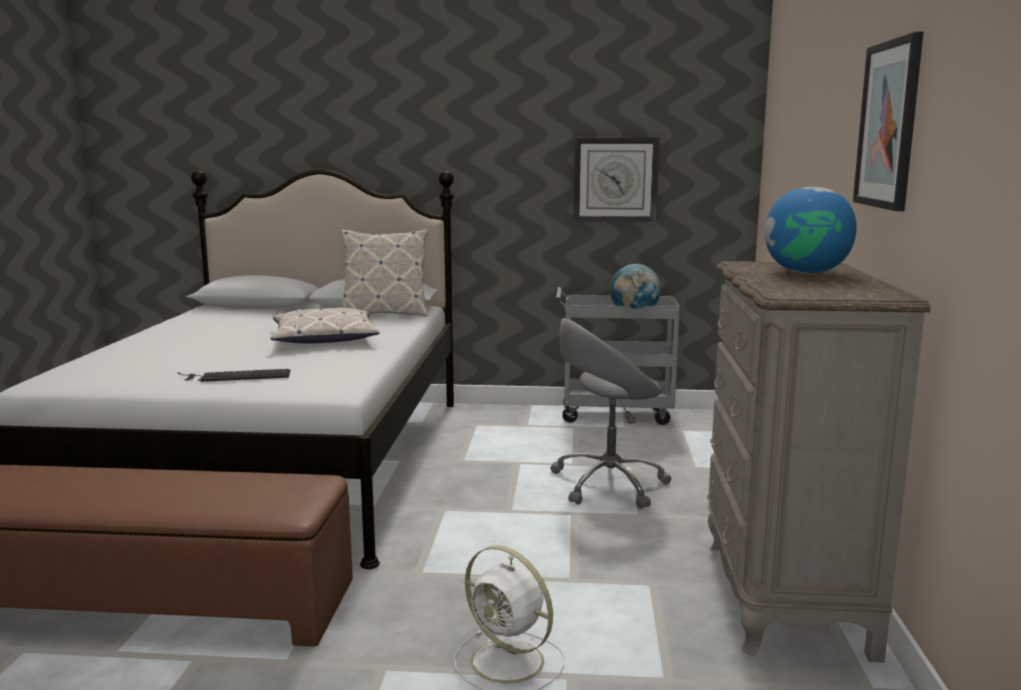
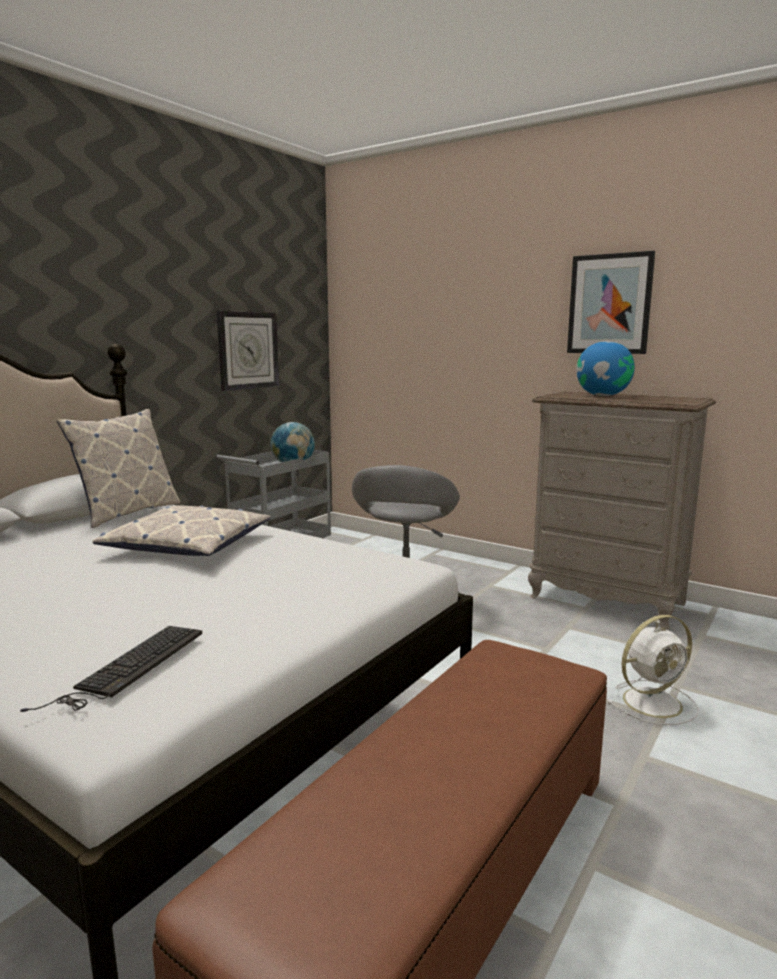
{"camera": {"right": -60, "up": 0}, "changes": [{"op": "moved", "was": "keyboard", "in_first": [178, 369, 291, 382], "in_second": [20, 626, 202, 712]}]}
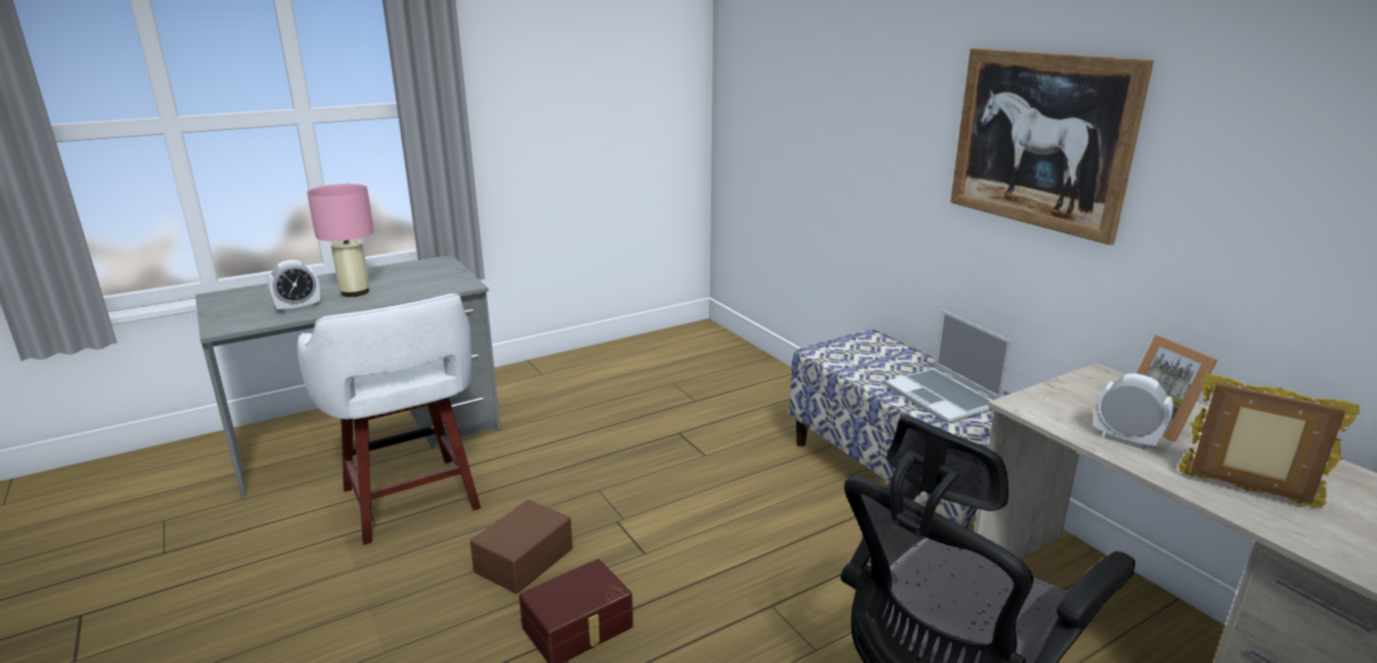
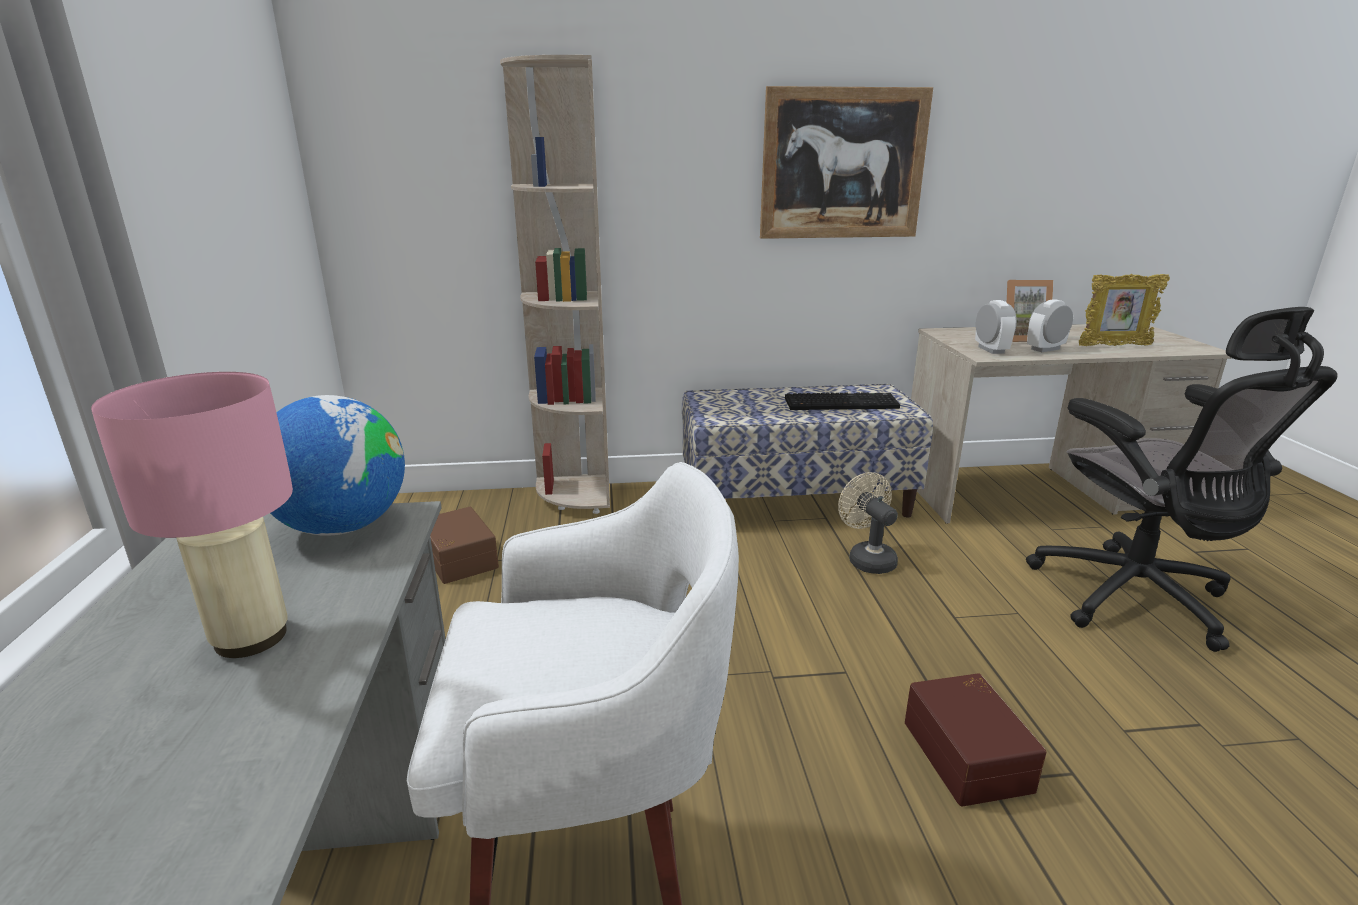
{"camera": {"right": -65, "up": 0}, "changes": [{"op": "added", "now": "world globe", "in_second": [270, 395, 405, 536]}, {"op": "moved", "was": "storage container (brown)", "in_first": [470, 500, 573, 594], "in_second": [430, 507, 499, 584]}, {"op": "added", "now": "bookcase (sand-coloured)", "in_second": [500, 55, 610, 514]}, {"op": "replaced", "was": "notebook computer", "now": "keyboard", "in_first": [885, 310, 1012, 423], "in_second": [785, 392, 900, 410]}, {"op": "added", "now": "cooling fan (sand-coloured)", "in_second": [838, 472, 898, 574]}, {"op": "moved", "was": "alarm clock", "in_first": [267, 260, 320, 313], "in_second": [975, 300, 1017, 354]}, {"op": "turned", "was": "picture frame", "in_first": [1179, 374, 1360, 508], "in_second": [1079, 274, 1170, 346], "clockwise": -150}]}
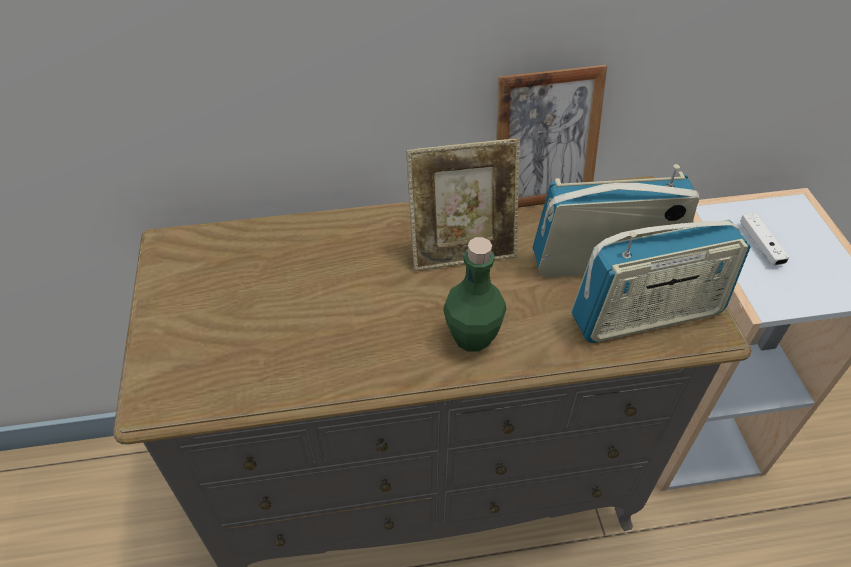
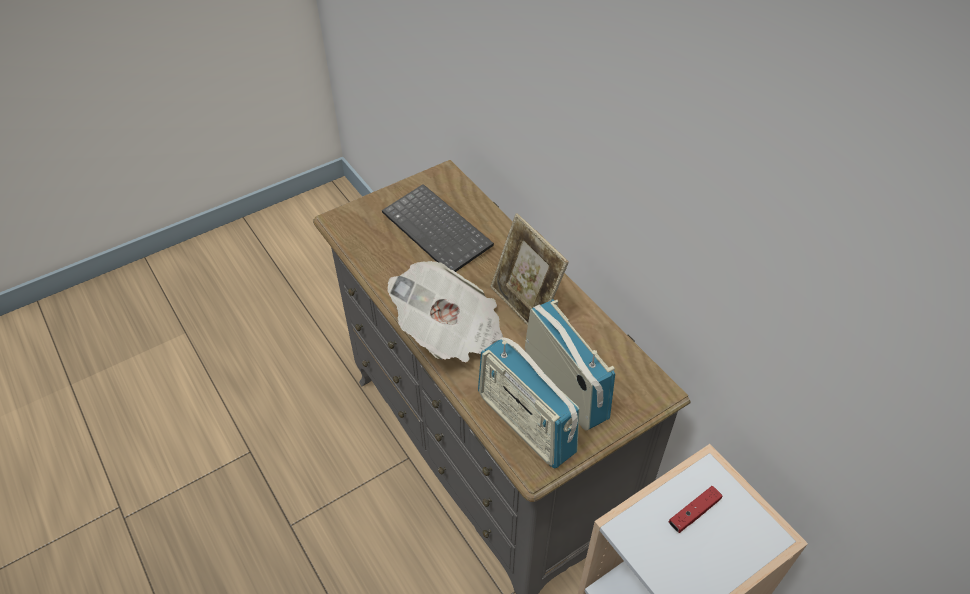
{"camera": {"right": 65, "up": 0}, "changes": [{"op": "added", "now": "keyboard", "in_second": [382, 184, 494, 272]}, {"op": "replaced", "was": "bottle (greenish)", "now": "newspaper", "in_first": [443, 237, 506, 352], "in_second": [387, 261, 503, 362]}, {"op": "recoloured", "was": "joypad (white)", "now": "joypad (reddish)", "in_first": [740, 213, 789, 265], "in_second": [669, 486, 722, 533]}, {"op": "removed", "was": "picture frame", "in_first": [496, 65, 607, 208]}]}
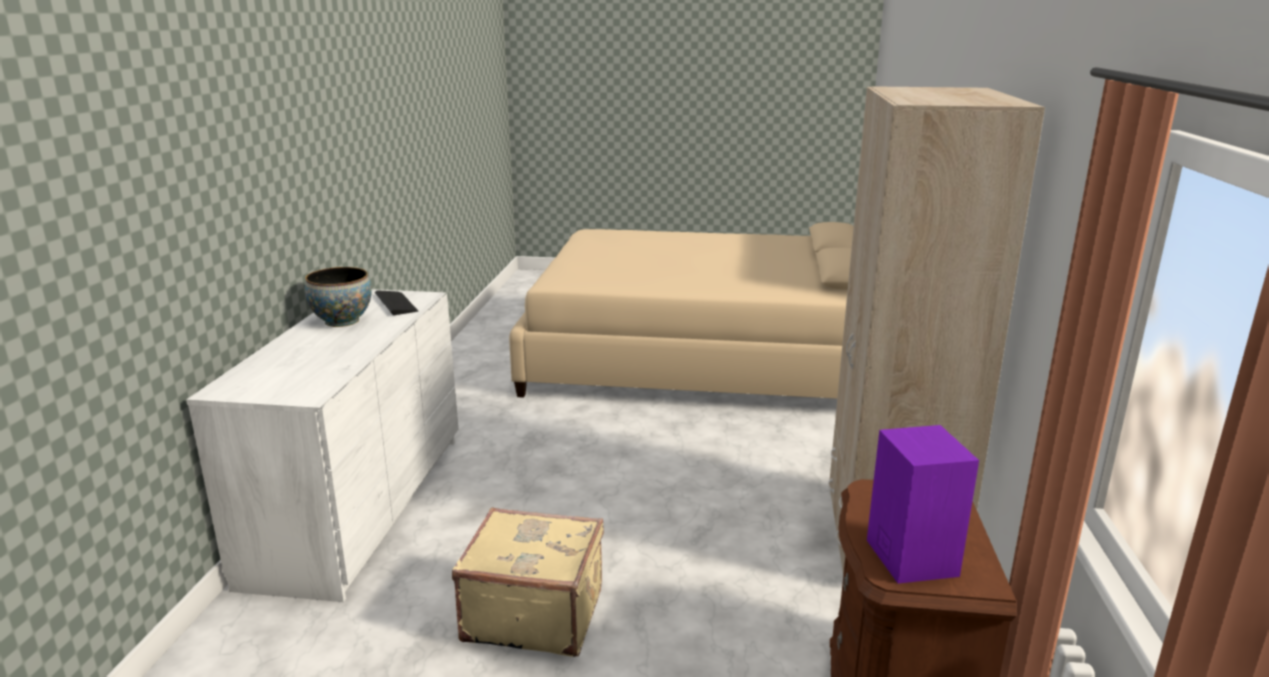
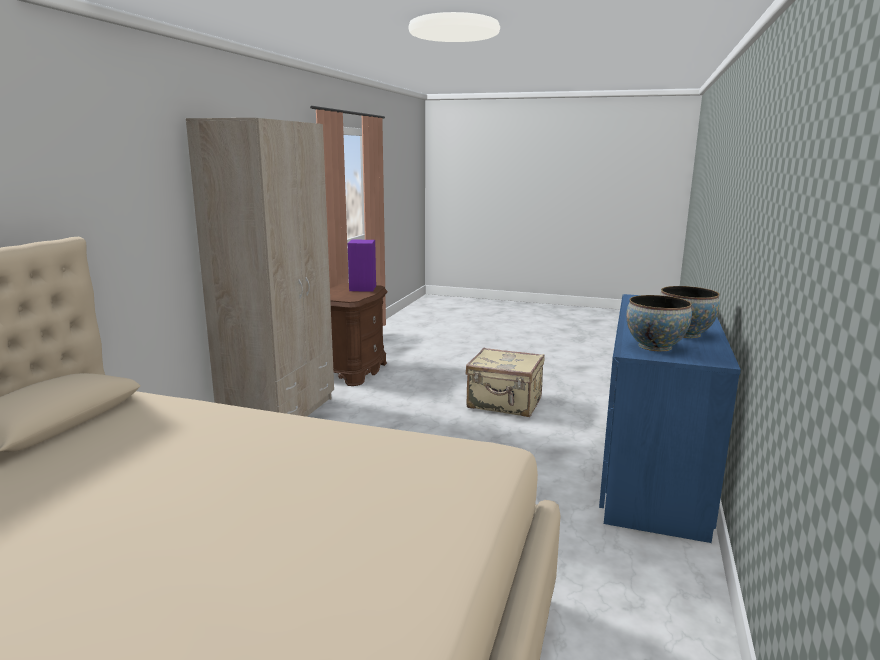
{"camera": {"right": -170, "up": -5}, "changes": [{"op": "recoloured", "was": "chest of drawers (white)", "now": "chest of drawers (bluish)", "in_first": [186, 289, 458, 602], "in_second": [599, 294, 741, 543]}, {"op": "replaced", "was": "keyboard", "now": "bowl", "in_first": [375, 290, 418, 315], "in_second": [626, 295, 692, 351]}]}
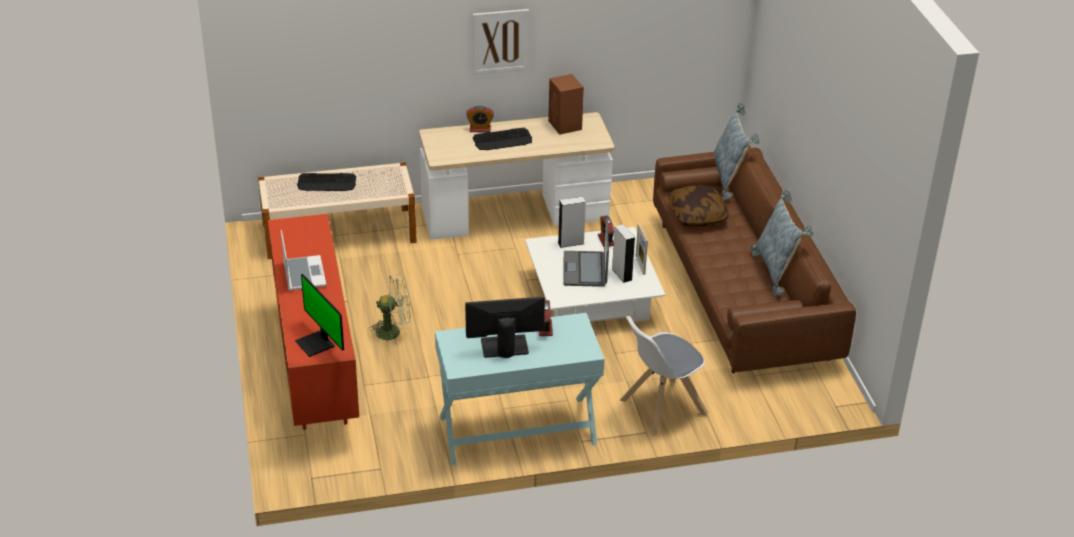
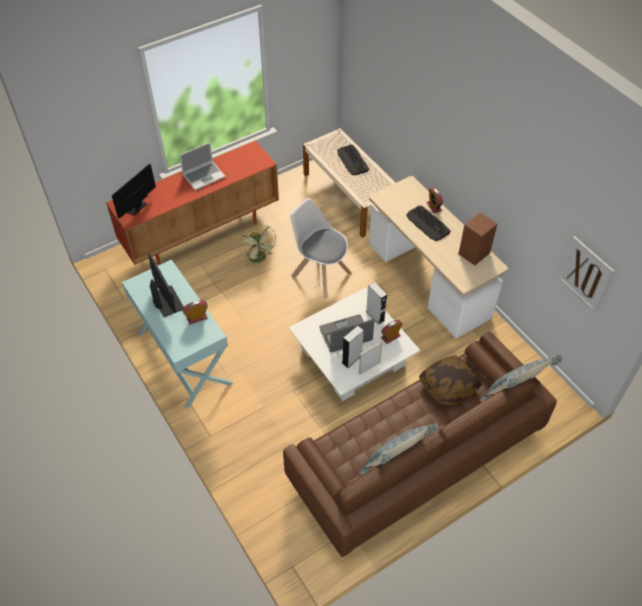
{"camera": {"right": 70, "up": 15}, "changes": [{"op": "moved", "was": "plain chair", "in_first": [620, 316, 708, 436], "in_second": [290, 198, 352, 298]}, {"op": "moved", "was": "picture", "in_first": [473, 9, 529, 75], "in_second": [557, 236, 614, 313]}]}
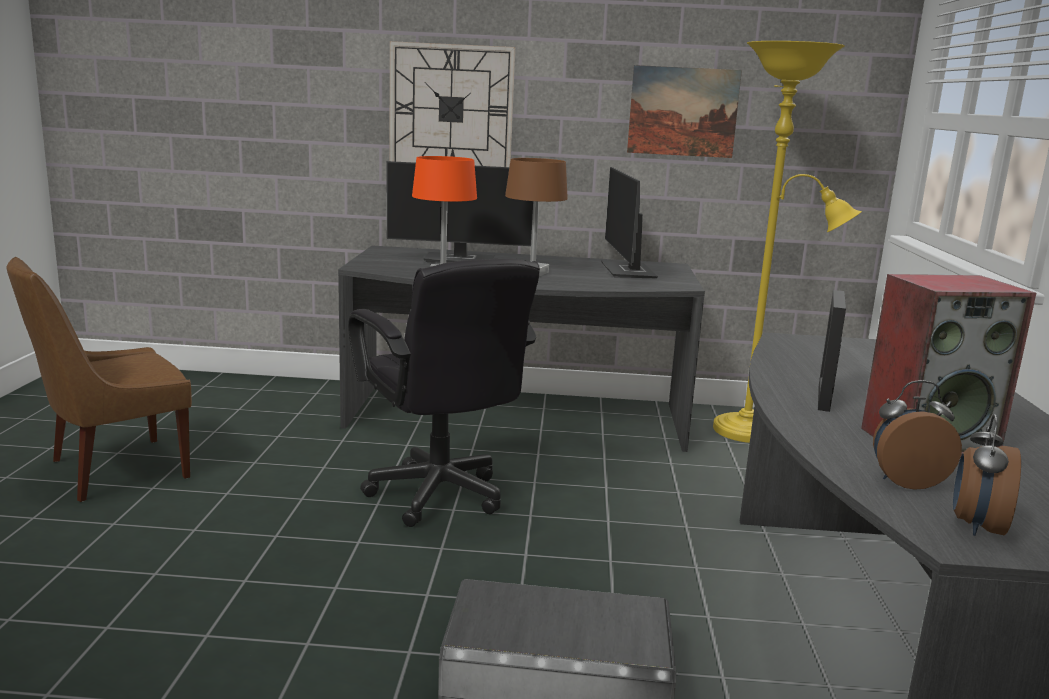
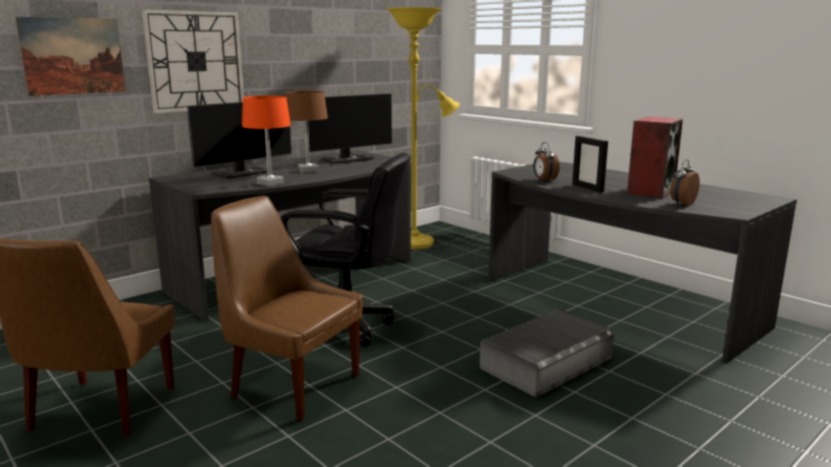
{"camera": {"right": -45, "up": 0}, "changes": [{"op": "moved", "was": "picture", "in_first": [627, 65, 742, 158], "in_second": [15, 17, 126, 96]}, {"op": "added", "now": "plain chair (brown)", "in_second": [211, 196, 363, 421]}, {"op": "turned", "was": "computer display", "in_first": [602, 167, 658, 278], "in_second": [308, 94, 392, 164], "clockwise": -75}, {"op": "moved", "was": "alarm clock", "in_first": [953, 414, 1021, 536], "in_second": [533, 142, 560, 182]}]}
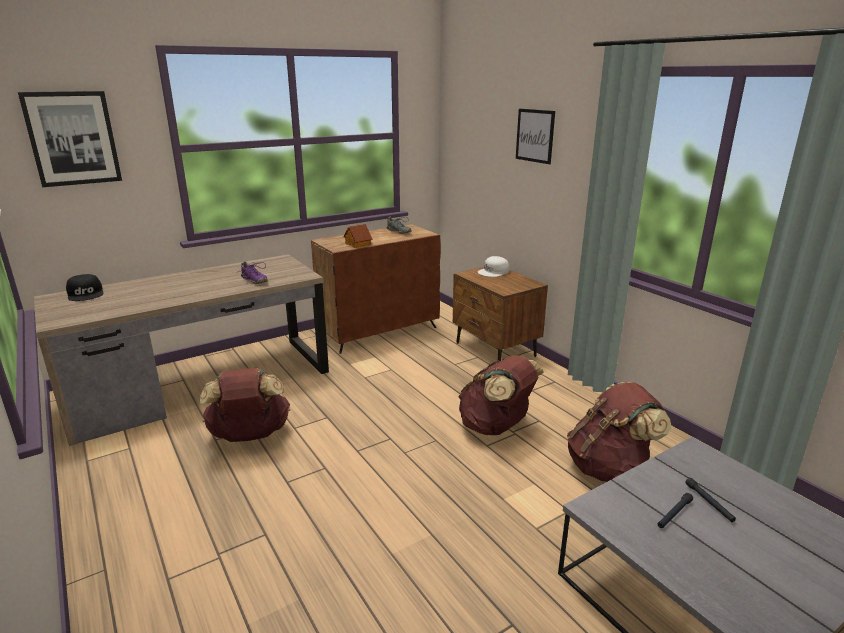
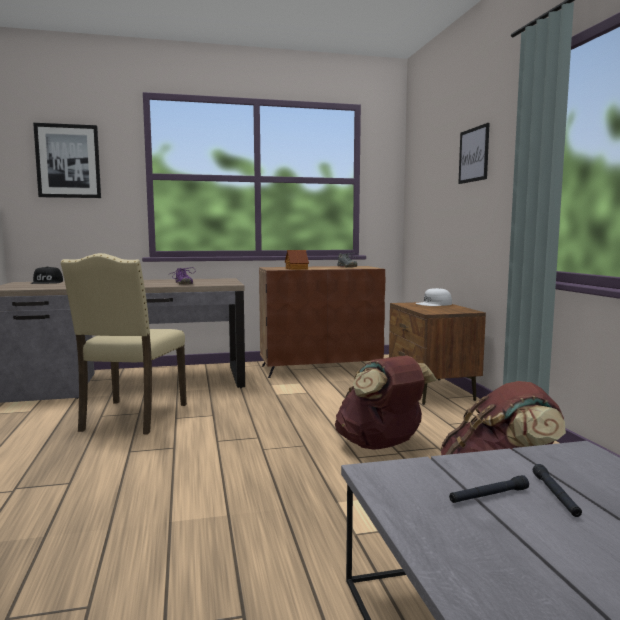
{"camera": {"right": 20, "up": -15}, "changes": [{"op": "replaced", "was": "backpack (brown)", "now": "plain chair (sand-coloured)", "in_first": [200, 368, 290, 442], "in_second": [60, 253, 187, 434]}]}
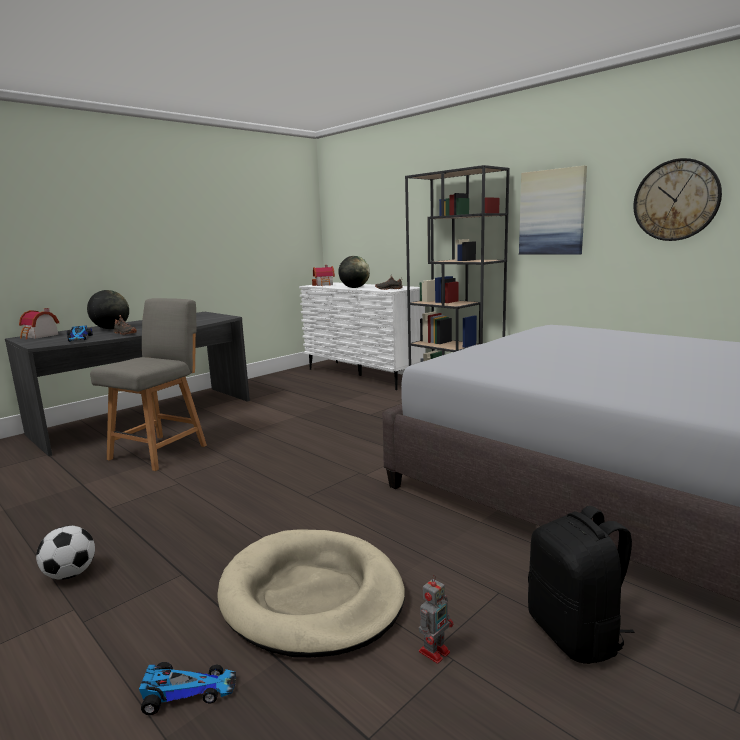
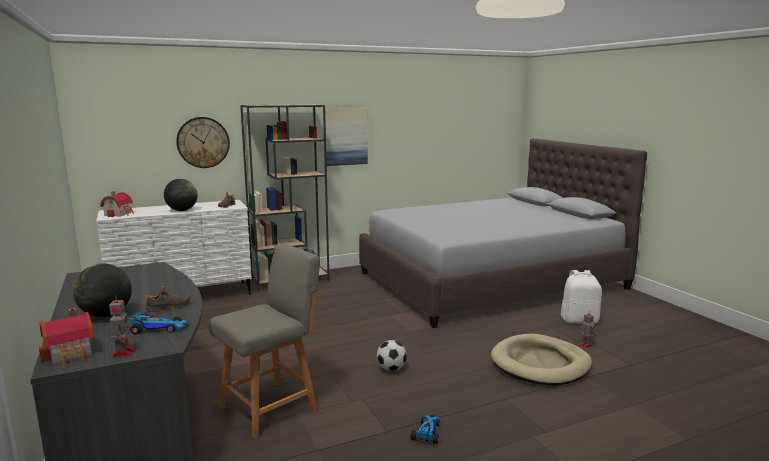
{"camera": {"right": -70, "up": 0}, "changes": [{"op": "added", "now": "model robot", "in_second": [109, 295, 134, 357]}, {"op": "moved", "was": "clock on the wall", "in_first": [633, 158, 722, 241], "in_second": [176, 117, 230, 168]}, {"op": "turned", "was": "plain chair (grey)", "in_first": [90, 298, 207, 471], "in_second": [209, 243, 320, 439], "clockwise": 90}, {"op": "moved", "was": "football", "in_first": [36, 525, 95, 580], "in_second": [377, 340, 407, 371]}, {"op": "moved", "was": "miniature car", "in_first": [139, 662, 236, 715], "in_second": [410, 414, 440, 444]}, {"op": "recoloured", "was": "backpack (black-coloured)", "now": "backpack (white)", "in_first": [528, 506, 634, 664], "in_second": [561, 270, 602, 324]}]}
